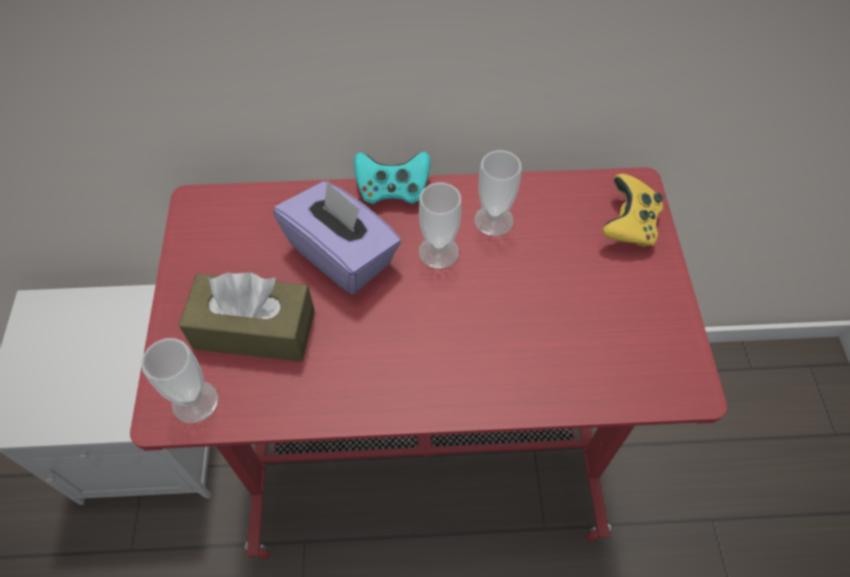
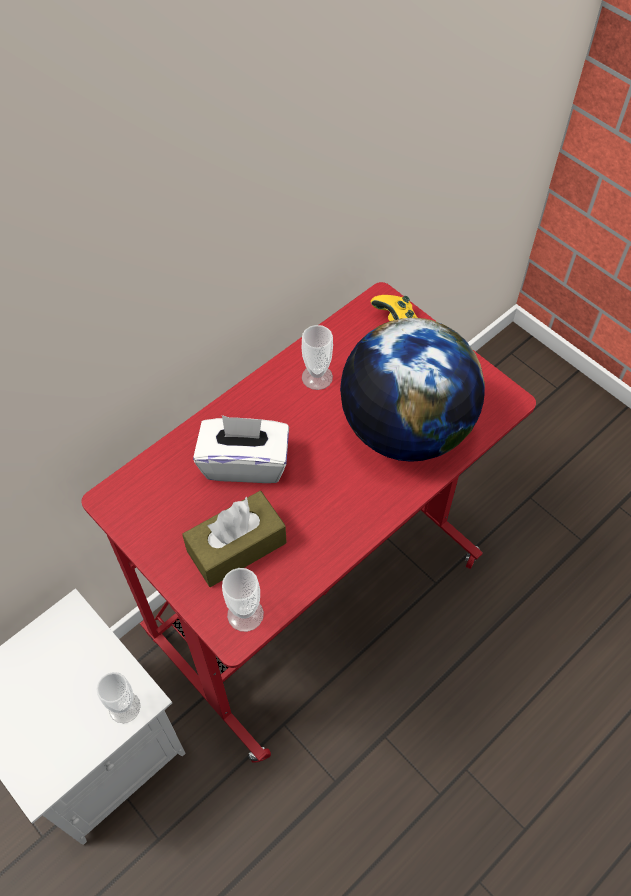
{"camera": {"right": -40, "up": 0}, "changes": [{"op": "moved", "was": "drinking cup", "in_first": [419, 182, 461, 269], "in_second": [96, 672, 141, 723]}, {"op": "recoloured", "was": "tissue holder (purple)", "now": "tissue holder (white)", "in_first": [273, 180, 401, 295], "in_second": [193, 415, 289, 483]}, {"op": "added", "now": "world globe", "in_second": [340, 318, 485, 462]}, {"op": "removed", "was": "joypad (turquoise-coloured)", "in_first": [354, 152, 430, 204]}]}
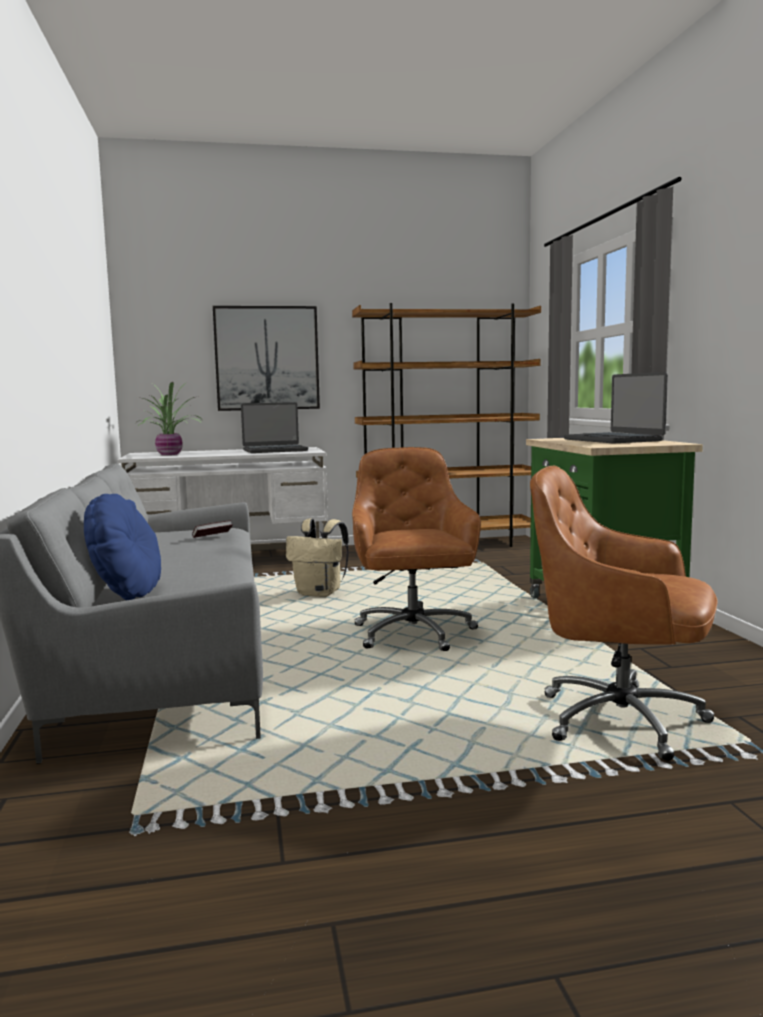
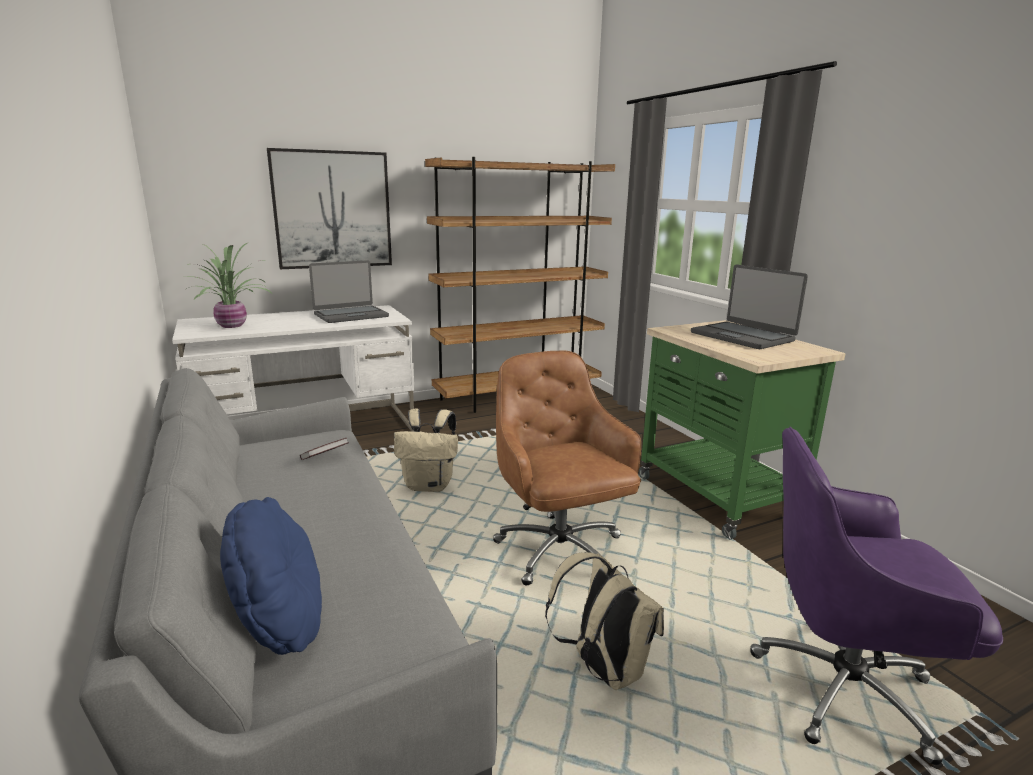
{"camera": {"right": -15, "up": 10}, "changes": [{"op": "added", "now": "backpack (sand-coloured)", "in_second": [545, 552, 664, 690]}, {"op": "recoloured", "was": "computer chair (brown)", "now": "computer chair (purple)", "in_first": [530, 466, 718, 761], "in_second": [750, 427, 1003, 765]}]}
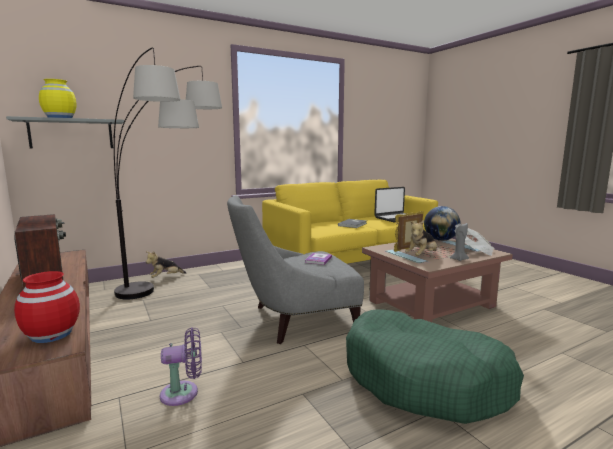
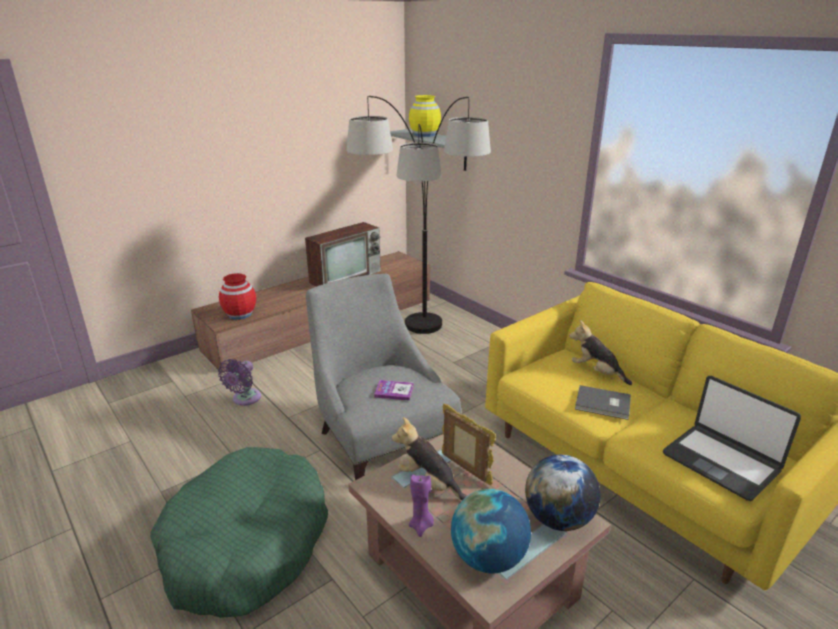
{"camera": {"right": 80, "up": 15}, "changes": [{"op": "turned", "was": "cooling fan (purple)", "in_first": [160, 327, 202, 406], "in_second": [218, 359, 261, 406], "clockwise": 45}, {"op": "recoloured", "was": "wax light (grey)", "now": "wax light (purple)", "in_first": [450, 223, 469, 261], "in_second": [409, 475, 434, 537]}, {"op": "replaced", "was": "newspaper", "now": "world globe", "in_first": [454, 225, 494, 256], "in_second": [451, 489, 531, 573]}, {"op": "moved", "was": "plush toy", "in_first": [146, 251, 186, 278], "in_second": [570, 320, 632, 385]}]}
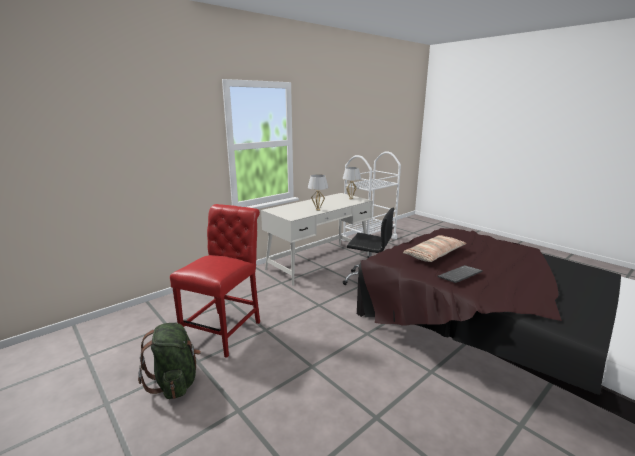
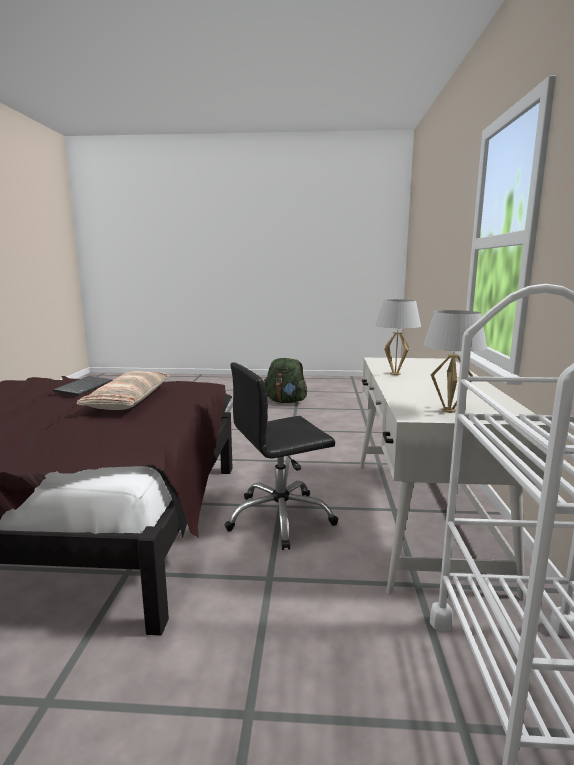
{"camera": {"right": 135, "up": -5}, "changes": [{"op": "removed", "was": "plain chair (reddish)", "in_first": [170, 204, 260, 358]}]}
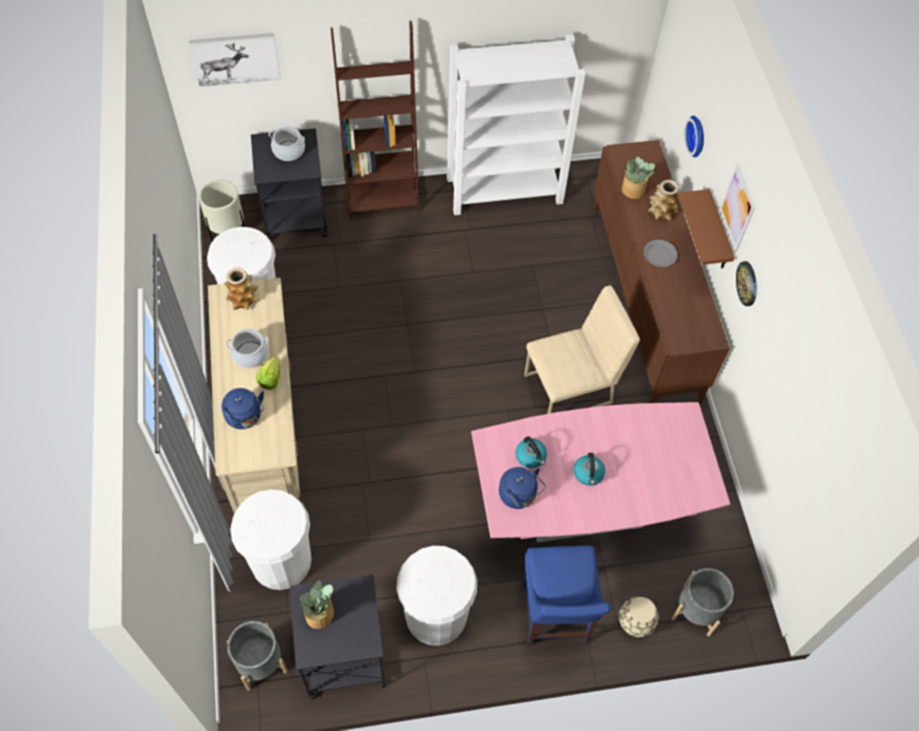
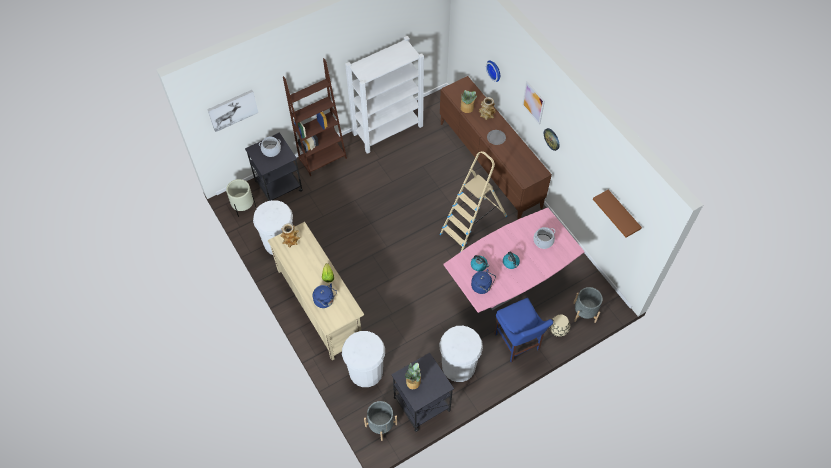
{"camera": {"right": -20, "up": 0}, "changes": [{"op": "replaced", "was": "plain chair (sand-coloured)", "now": "stepladder (sand-coloured)", "in_first": [524, 285, 640, 414], "in_second": [439, 151, 507, 251]}, {"op": "moved", "was": "saucepot", "in_first": [226, 329, 269, 368], "in_second": [533, 227, 555, 249]}, {"op": "moved", "was": "wall shelf (brown)", "in_first": [679, 189, 735, 268], "in_second": [593, 190, 642, 238]}]}
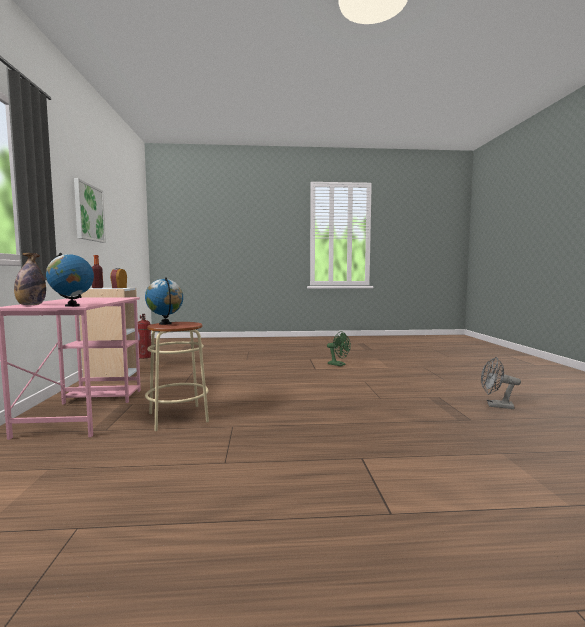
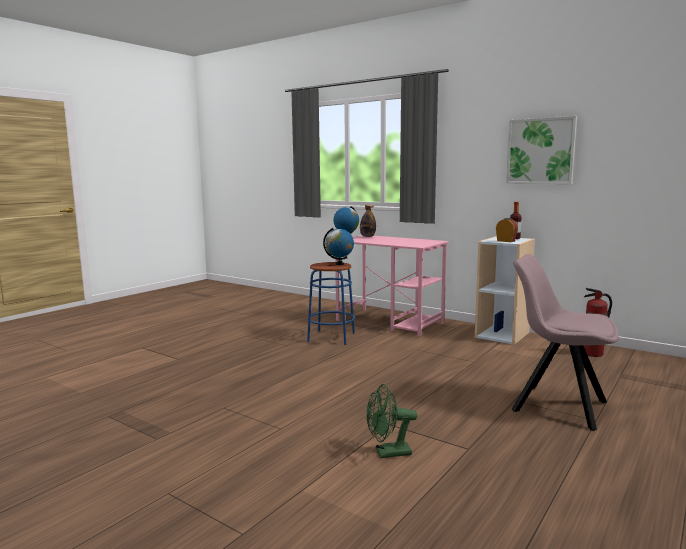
{"camera": {"right": 130, "up": 5}, "changes": [{"op": "recoloured", "was": "sitting stool (sand-coloured)", "now": "sitting stool (bluish)", "in_first": [145, 322, 209, 431], "in_second": [307, 262, 355, 345]}, {"op": "added", "now": "plain chair (pink-coloured)", "in_second": [512, 254, 619, 431]}, {"op": "removed", "was": "cooling fan (grey)", "in_first": [481, 357, 521, 409]}]}
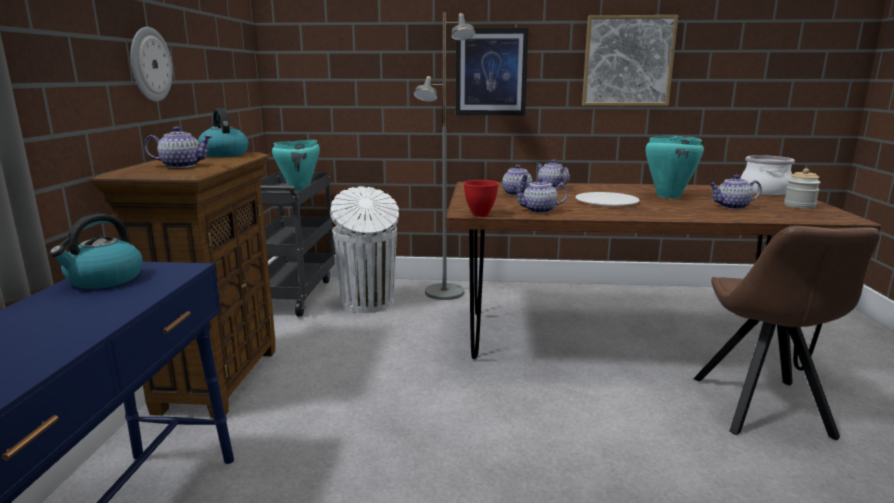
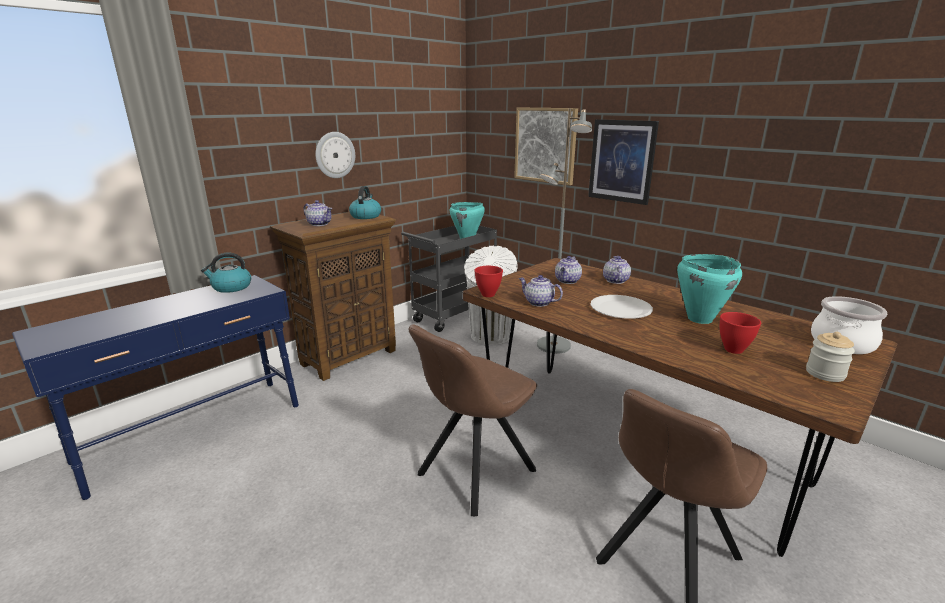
{"camera": {"right": 40, "up": 5}, "changes": [{"op": "added", "now": "plain chair (brown)", "in_second": [409, 325, 537, 517]}, {"op": "moved", "was": "picture", "in_first": [582, 15, 678, 106], "in_second": [514, 108, 578, 185]}, {"op": "replaced", "was": "teapot", "now": "bowl (reddish)", "in_first": [709, 175, 762, 209], "in_second": [720, 312, 761, 354]}]}
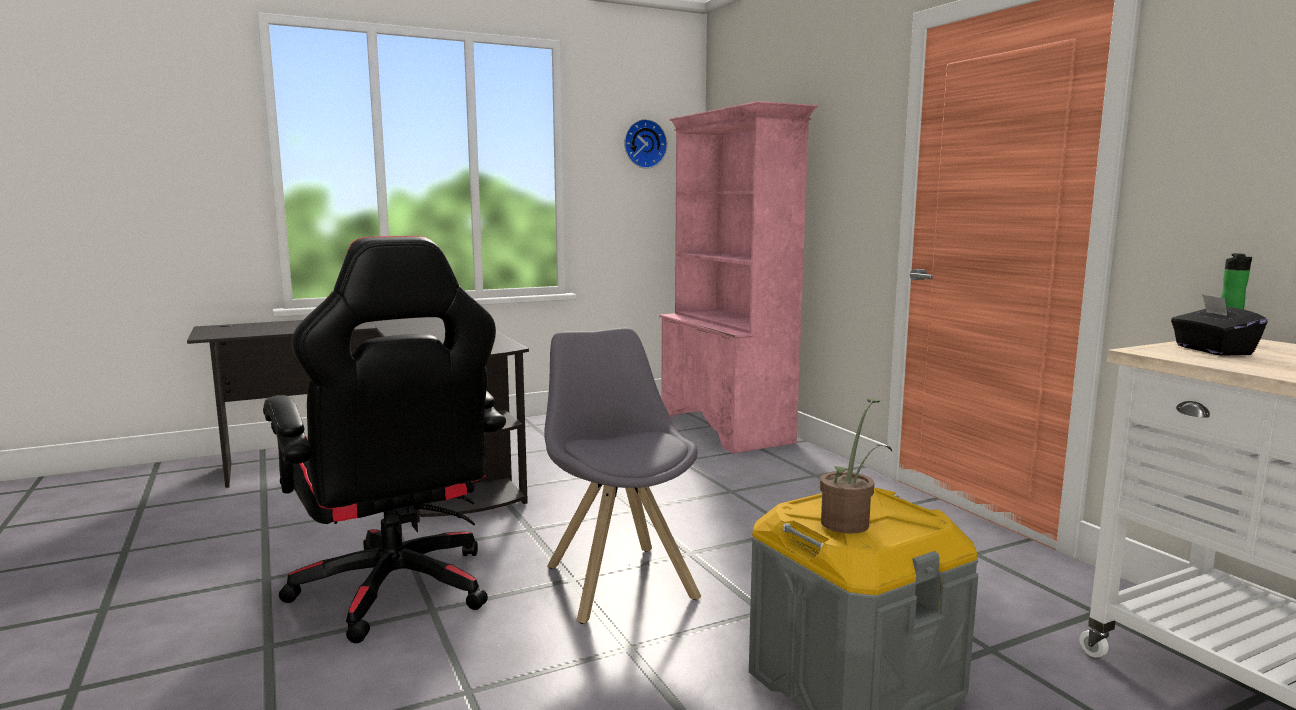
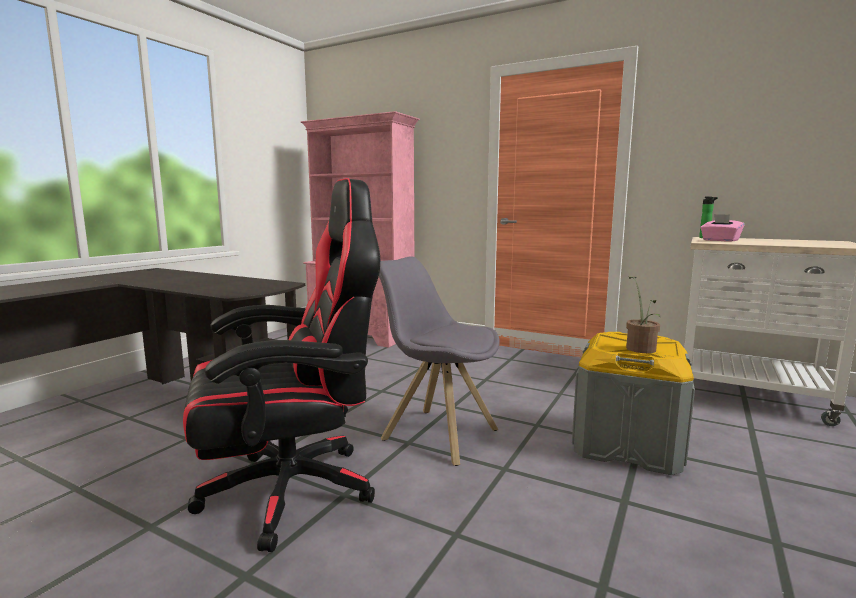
{"camera": {"right": -35, "up": 0}, "changes": [{"op": "turned", "was": "computer chair (black-coloured)", "in_first": [263, 236, 506, 643], "in_second": [183, 178, 380, 552], "clockwise": -45}, {"op": "recoloured", "was": "tissue holder (black-coloured)", "now": "tissue holder (pink-coloured)", "in_first": [1171, 294, 1268, 356], "in_second": [700, 214, 744, 242]}, {"op": "removed", "was": "clock on the wall", "in_first": [624, 119, 667, 169]}]}
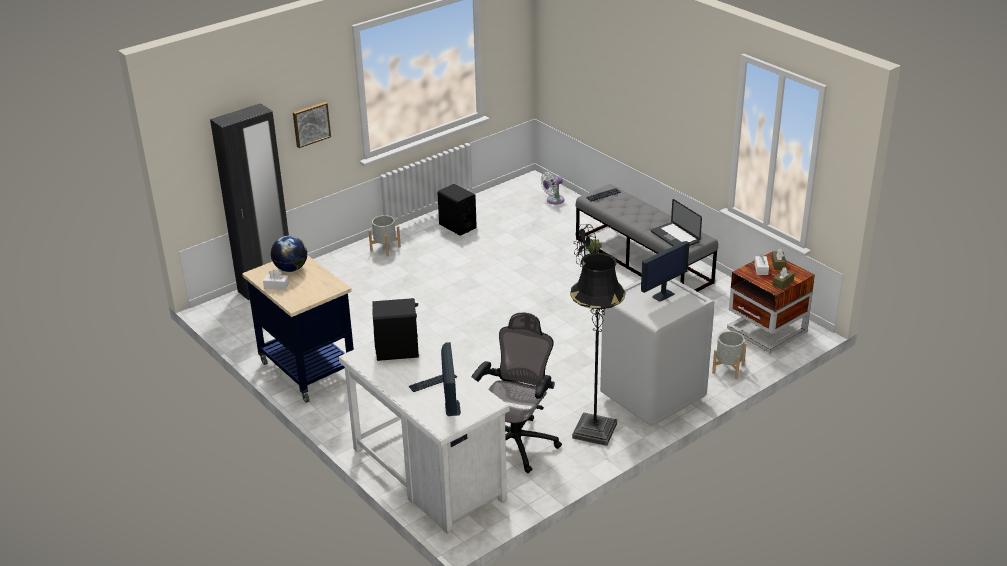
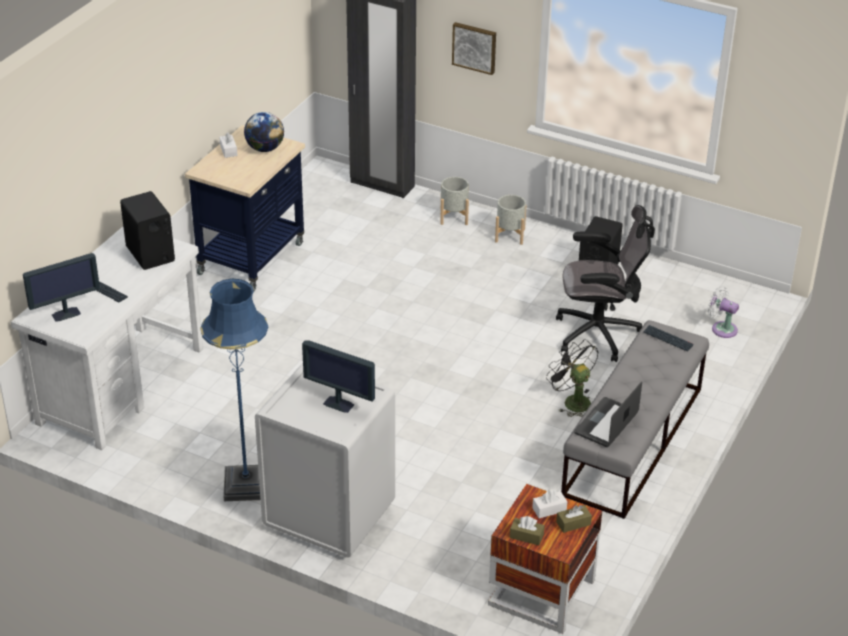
{"camera": {"right": 65, "up": 5}, "changes": [{"op": "recoloured", "was": "floor lamp (black-coloured)", "now": "floor lamp (bluish)", "in_first": [570, 252, 626, 446], "in_second": [200, 279, 268, 501]}, {"op": "moved", "was": "flower pot (grey)", "in_first": [712, 331, 747, 379], "in_second": [440, 177, 469, 225]}, {"op": "moved", "was": "computer chair", "in_first": [472, 313, 562, 473], "in_second": [556, 205, 655, 362]}]}
